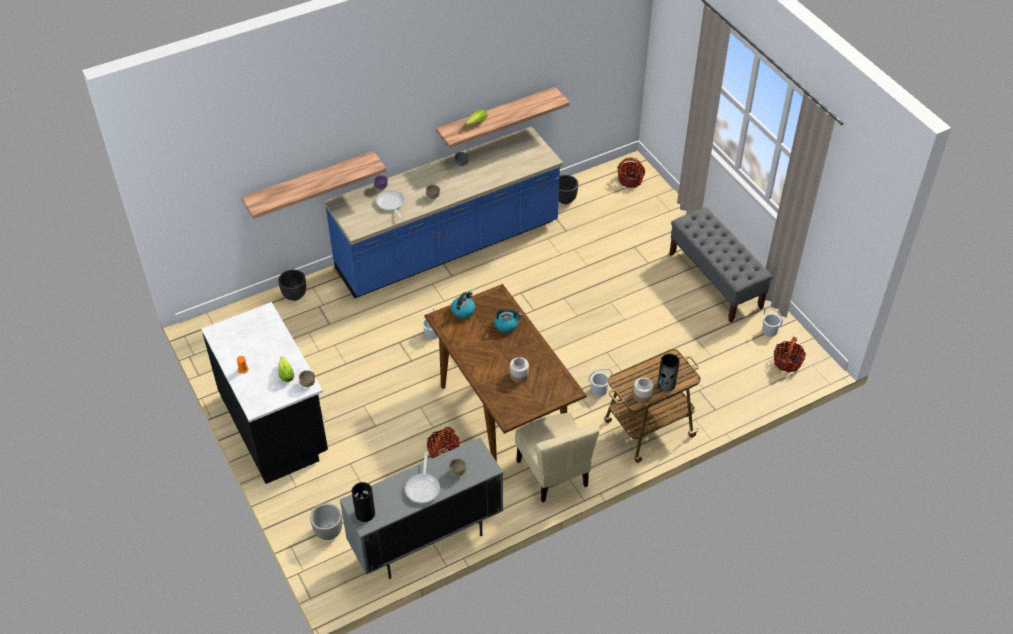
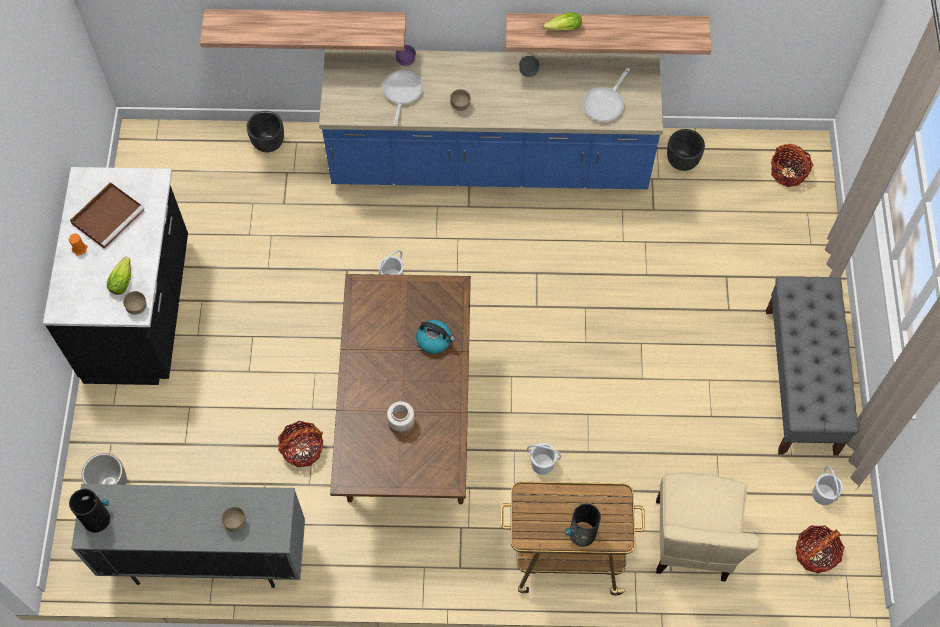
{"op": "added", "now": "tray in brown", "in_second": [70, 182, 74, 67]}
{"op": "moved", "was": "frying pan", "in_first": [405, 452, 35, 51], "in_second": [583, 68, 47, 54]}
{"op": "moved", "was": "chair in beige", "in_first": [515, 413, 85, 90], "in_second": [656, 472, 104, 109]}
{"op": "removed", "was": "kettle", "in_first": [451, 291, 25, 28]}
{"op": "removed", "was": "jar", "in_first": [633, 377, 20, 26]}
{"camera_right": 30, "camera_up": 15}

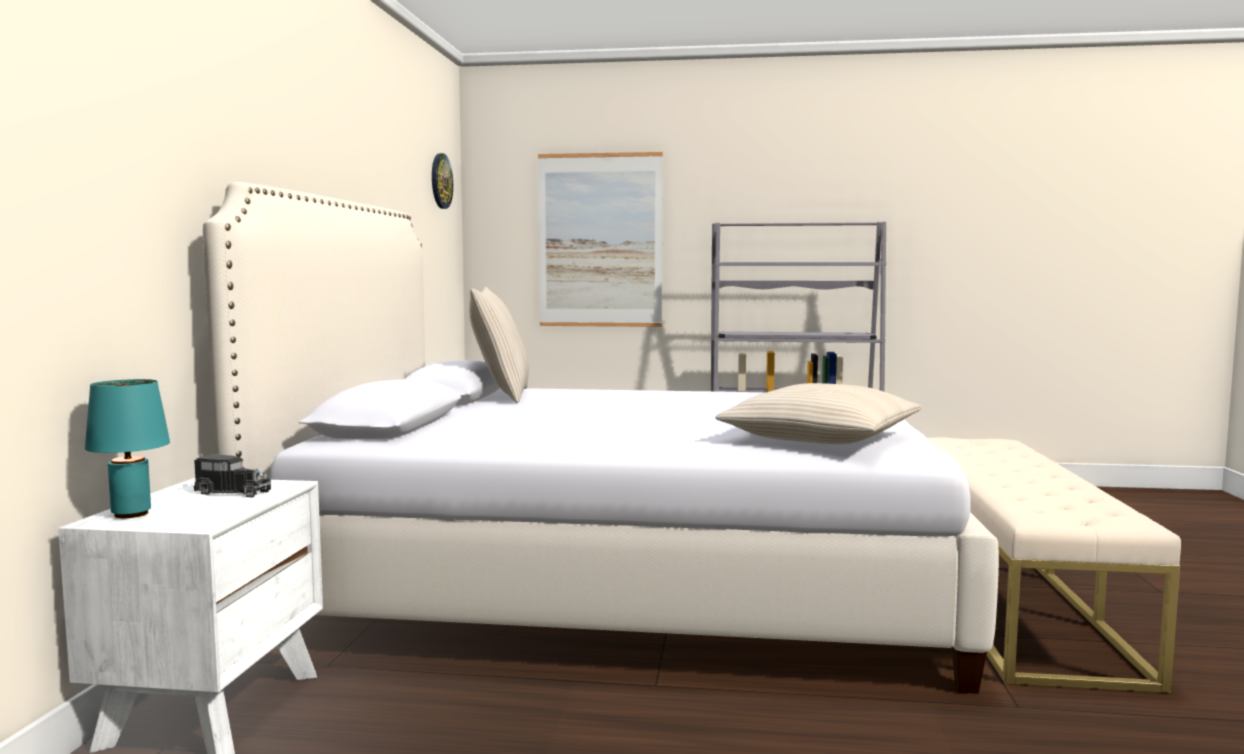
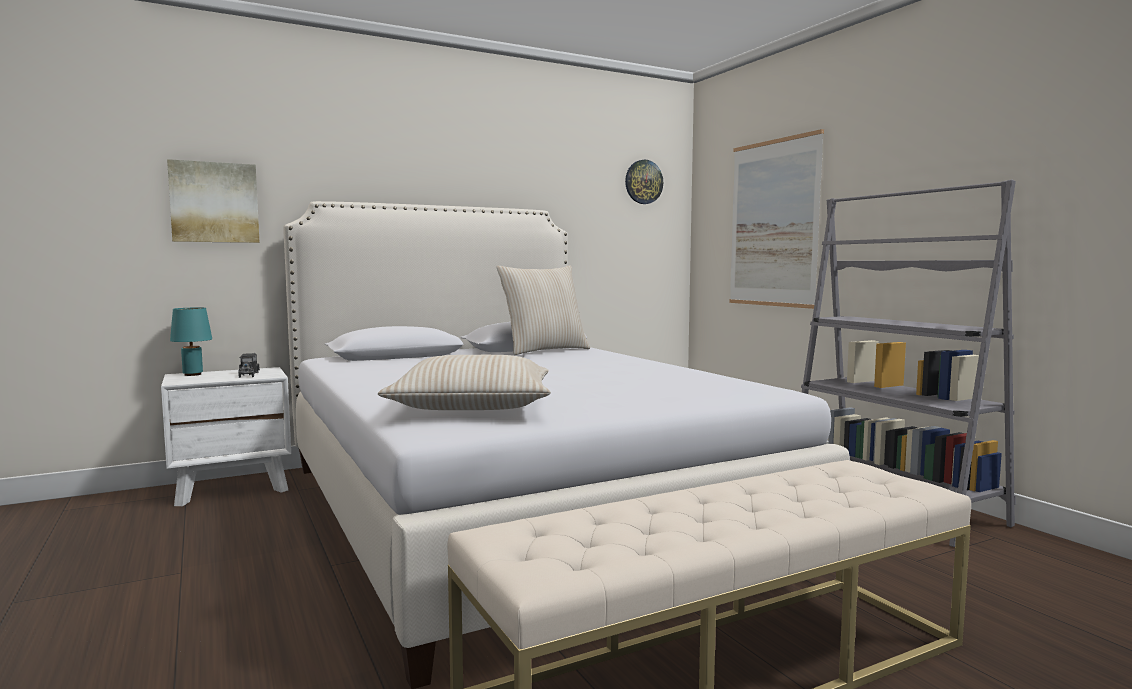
{"op": "added", "now": "picture", "in_second": [167, 159, 93, 84]}
{"camera_right": 55, "camera_up": 0}

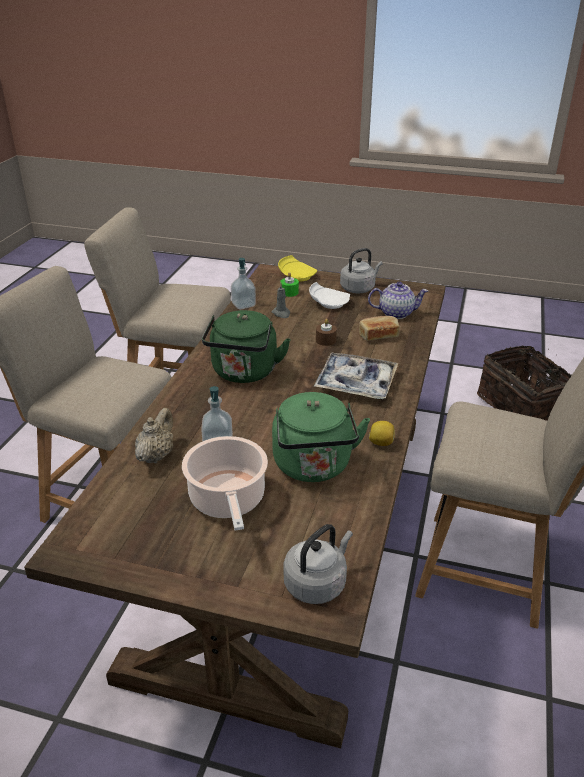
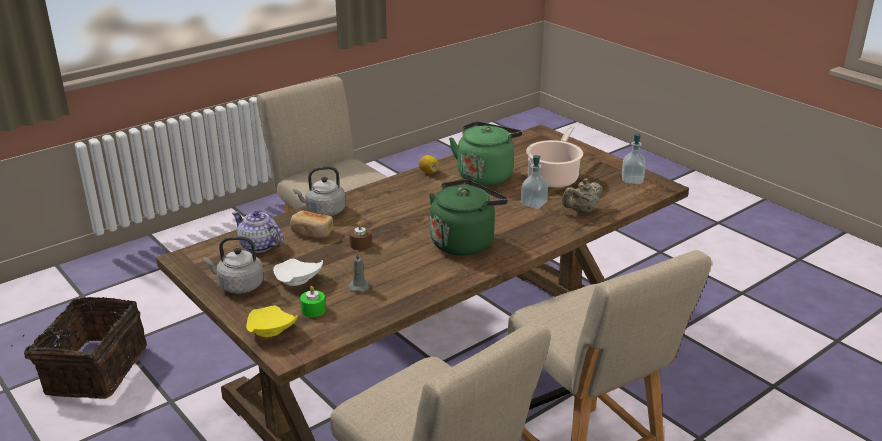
{"op": "moved", "was": "kettle in grey", "in_first": [283, 524, 70, 80], "in_second": [293, 166, 52, 50]}
{"op": "moved", "was": "soap dispenser", "in_first": [231, 258, 25, 51], "in_second": [622, 133, 24, 51]}
{"op": "removed", "was": "tray", "in_first": [313, 353, 86, 46]}
{"camera_right": -145, "camera_up": -5}

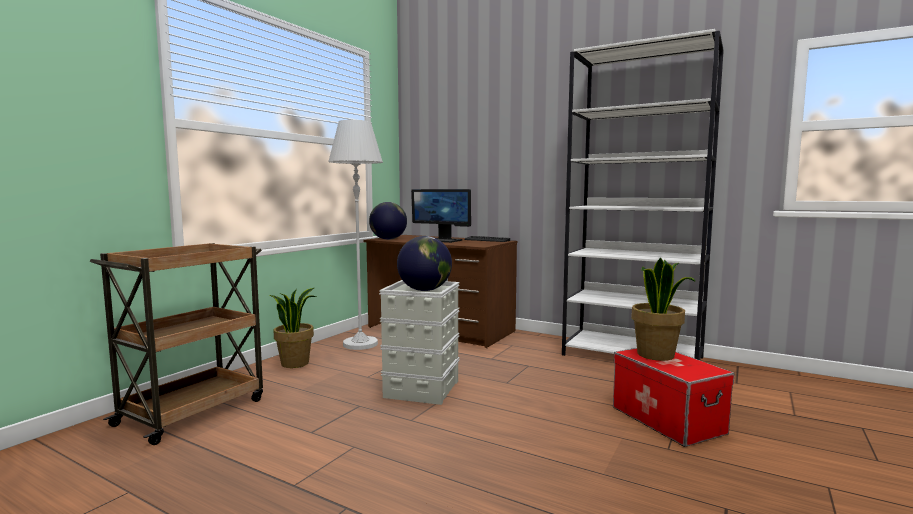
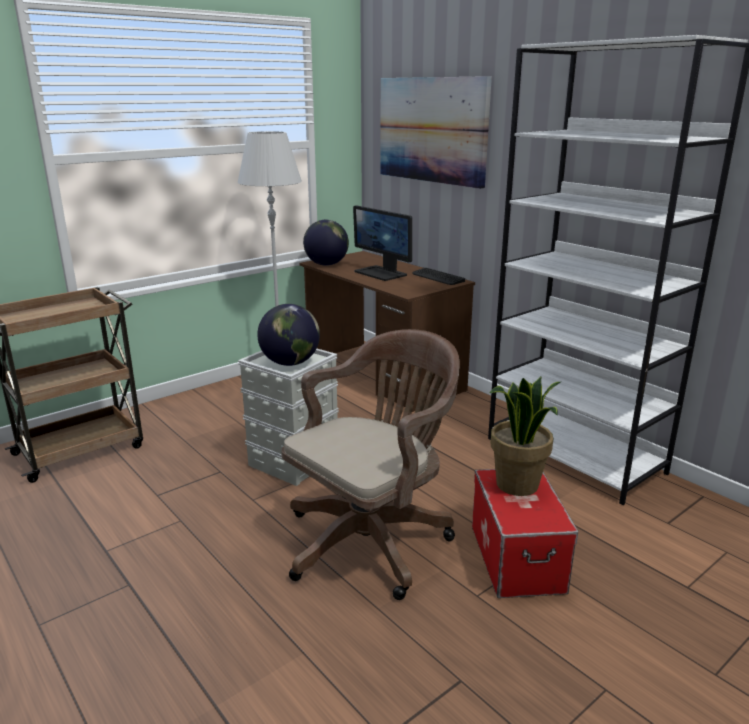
{"op": "added", "now": "office chair in brown", "in_second": [281, 329, 179, 271]}
{"op": "added", "now": "picture", "in_second": [380, 76, 112, 113]}
{"op": "removed", "was": "potted plant", "in_first": [270, 288, 46, 80]}
{"camera_right": 20, "camera_up": 15}

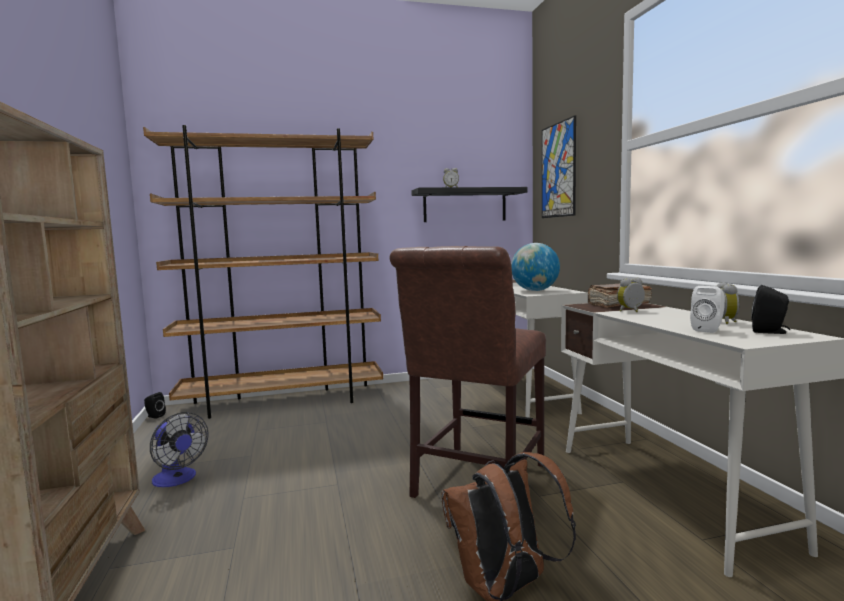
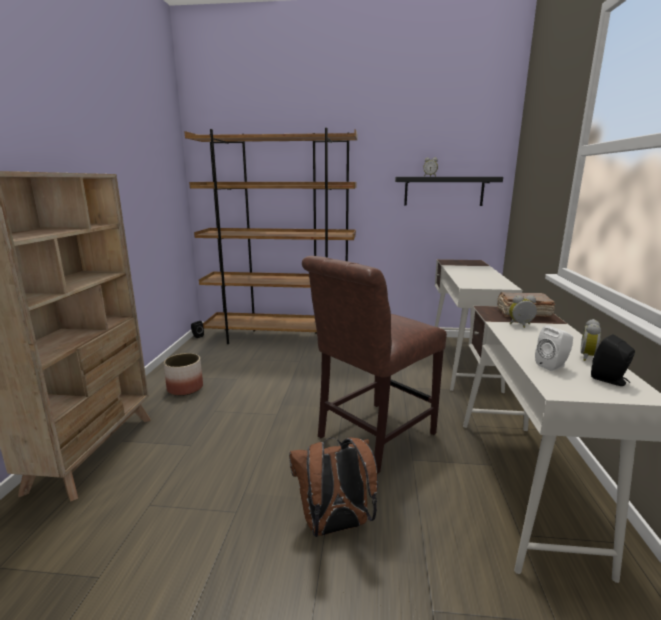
{"op": "replaced", "was": "fan", "now": "planter", "in_first": [150, 412, 58, 75], "in_second": [164, 353, 39, 43]}
{"op": "removed", "was": "globe", "in_first": [511, 243, 49, 48]}
{"op": "removed", "was": "picture", "in_first": [542, 115, 34, 103]}
{"camera_right": 20, "camera_up": 10}

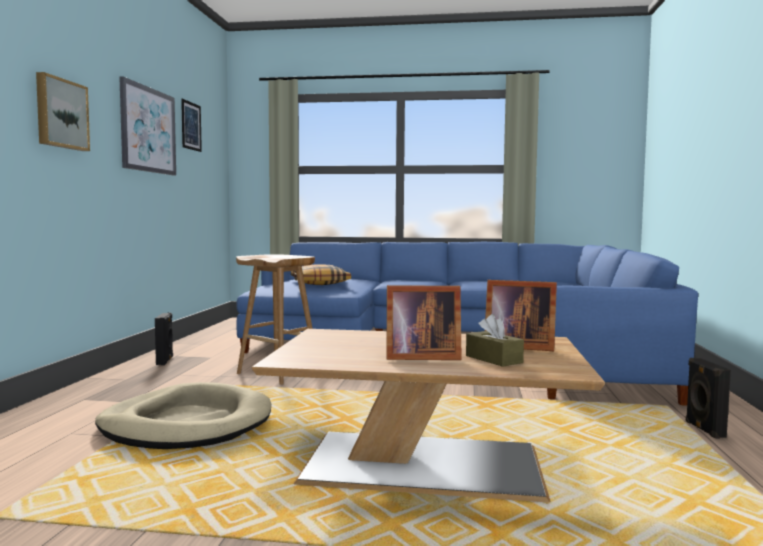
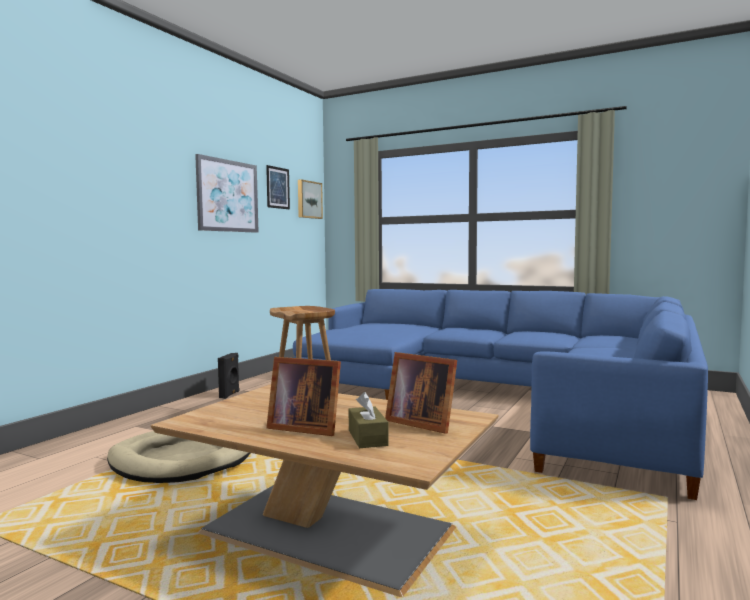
{"op": "moved", "was": "picture", "in_first": [36, 72, 54, 79], "in_second": [298, 179, 25, 40]}
{"op": "removed", "was": "pillow", "in_first": [291, 264, 60, 21]}
{"op": "removed", "was": "speaker in black", "in_first": [686, 358, 45, 81]}
{"camera_right": 20, "camera_up": 0}

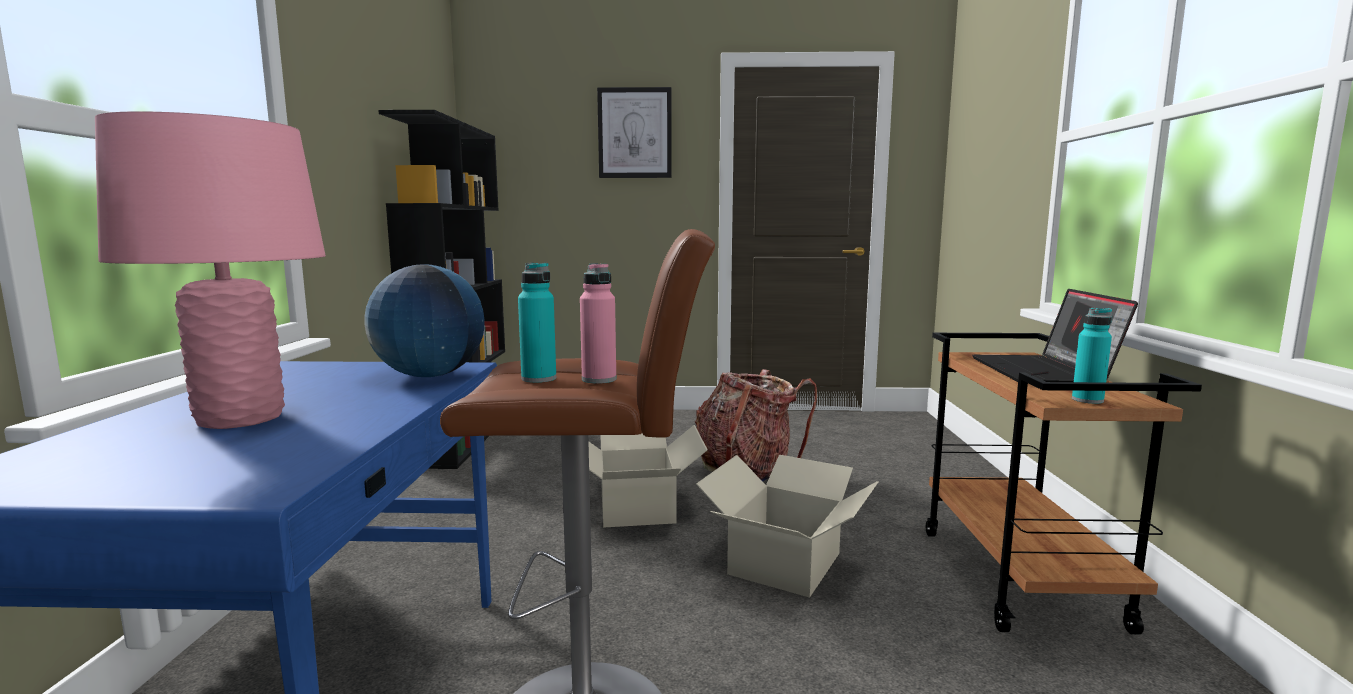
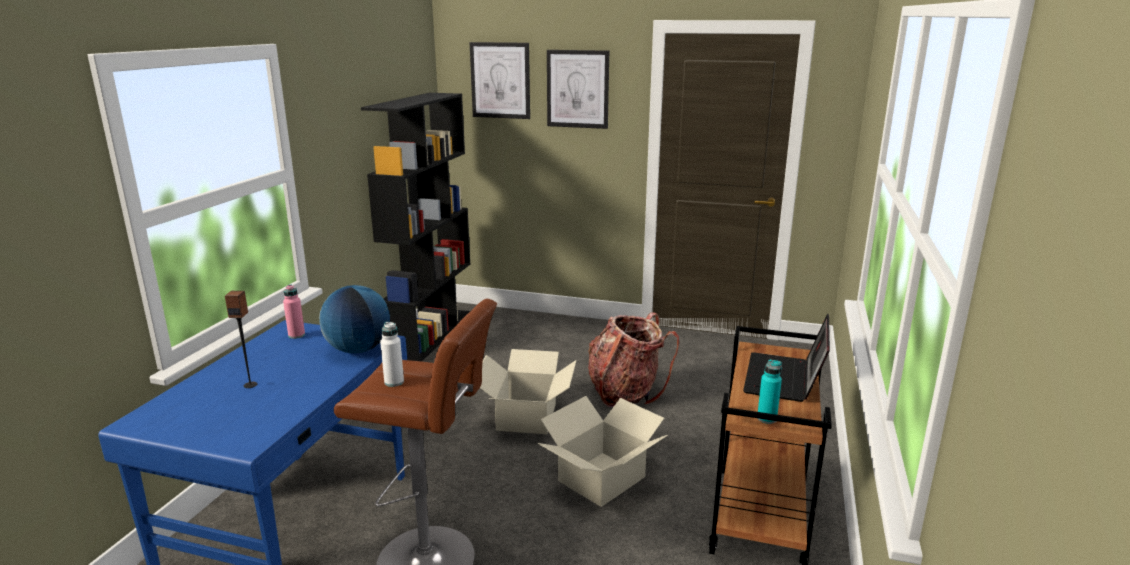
{"op": "replaced", "was": "table lamp in pink", "now": "speaker", "in_first": [95, 111, 231, 318], "in_second": [225, 291, 32, 97]}
{"op": "moved", "was": "bottle in pink", "in_first": [580, 263, 36, 121], "in_second": [283, 284, 22, 55]}
{"op": "recoloured", "was": "bottle in turquoise", "now": "bottle in white", "in_first": [518, 262, 38, 121], "in_second": [380, 322, 24, 65]}
{"op": "added", "now": "picture", "in_second": [470, 42, 60, 77]}
{"camera_right": 15, "camera_up": 10}

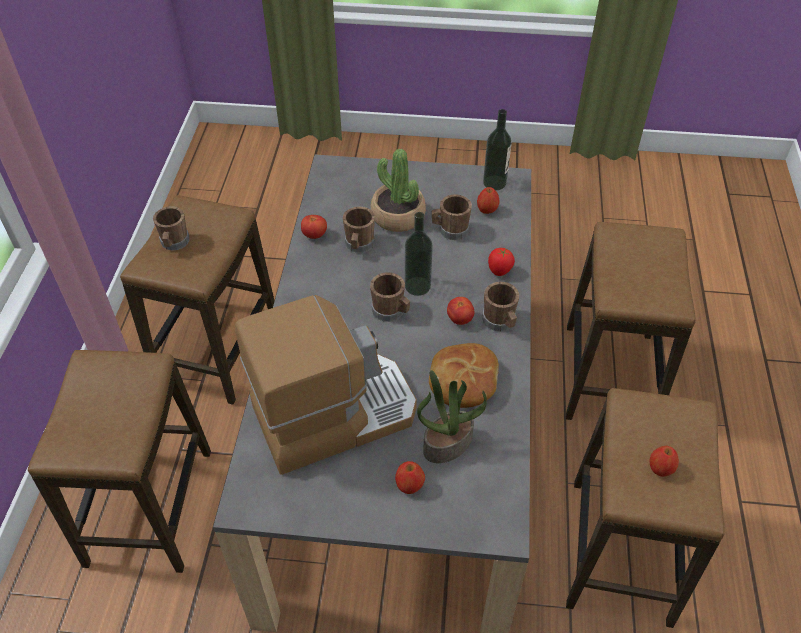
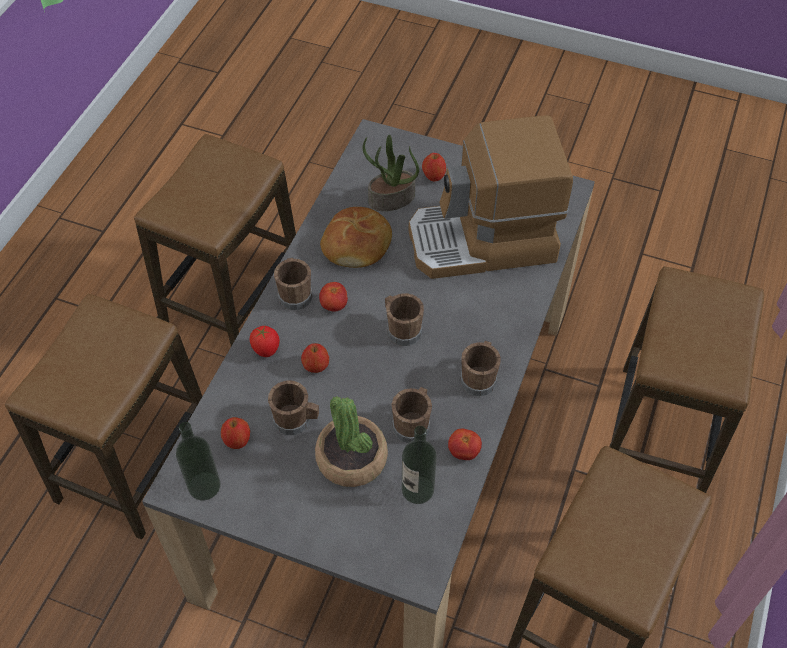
{"op": "moved", "was": "apple", "in_first": [649, 446, 30, 31], "in_second": [301, 343, 28, 30]}
{"op": "moved", "was": "bottle", "in_first": [405, 212, 28, 84], "in_second": [402, 426, 35, 78]}
{"op": "moved", "was": "mug in brown", "in_first": [153, 206, 37, 44], "in_second": [460, 341, 41, 55]}
{"camera_right": -165, "camera_up": 5}

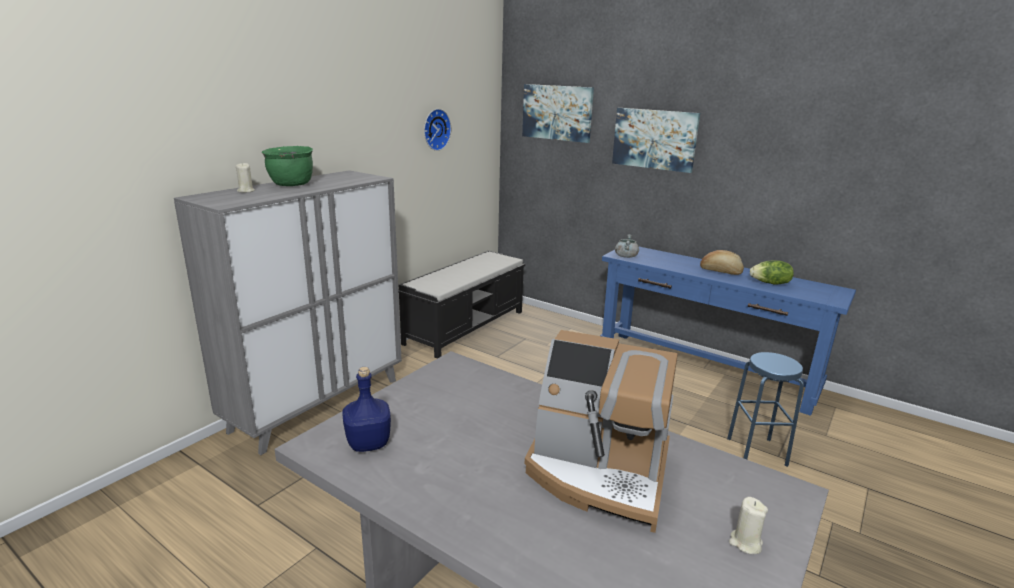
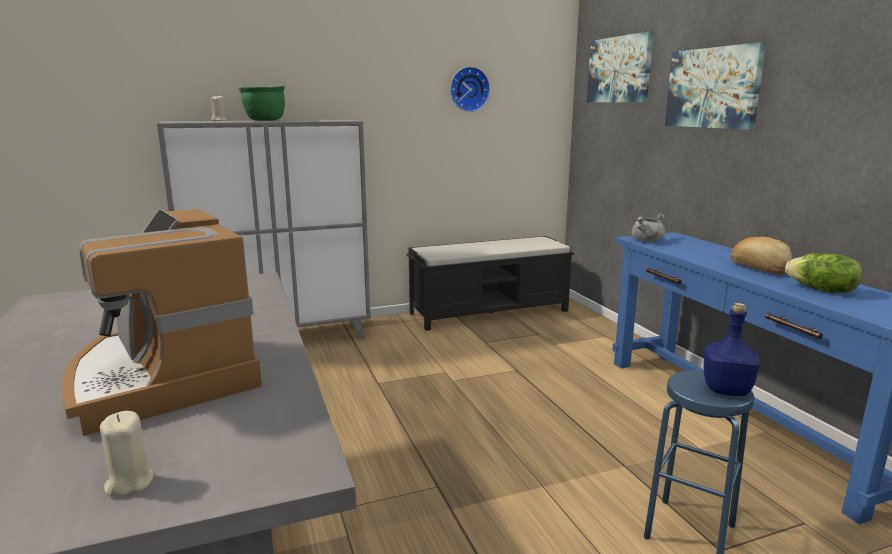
{"op": "moved", "was": "bottle in blue", "in_first": [342, 367, 49, 85], "in_second": [704, 303, 56, 93]}
{"camera_right": 35, "camera_up": -5}

